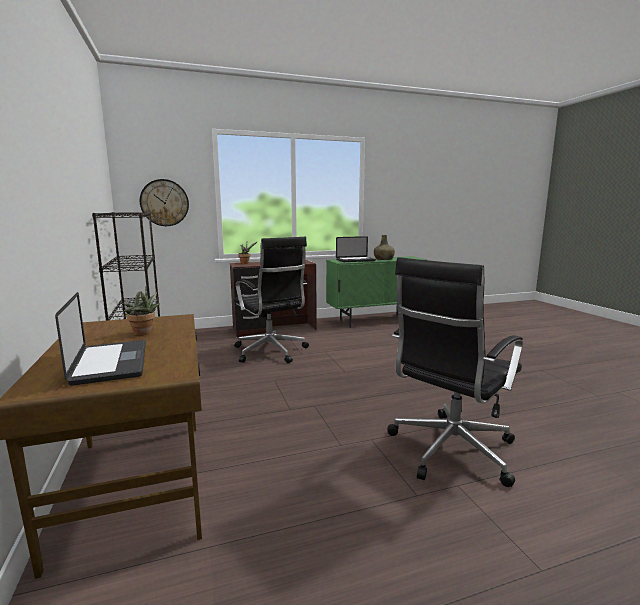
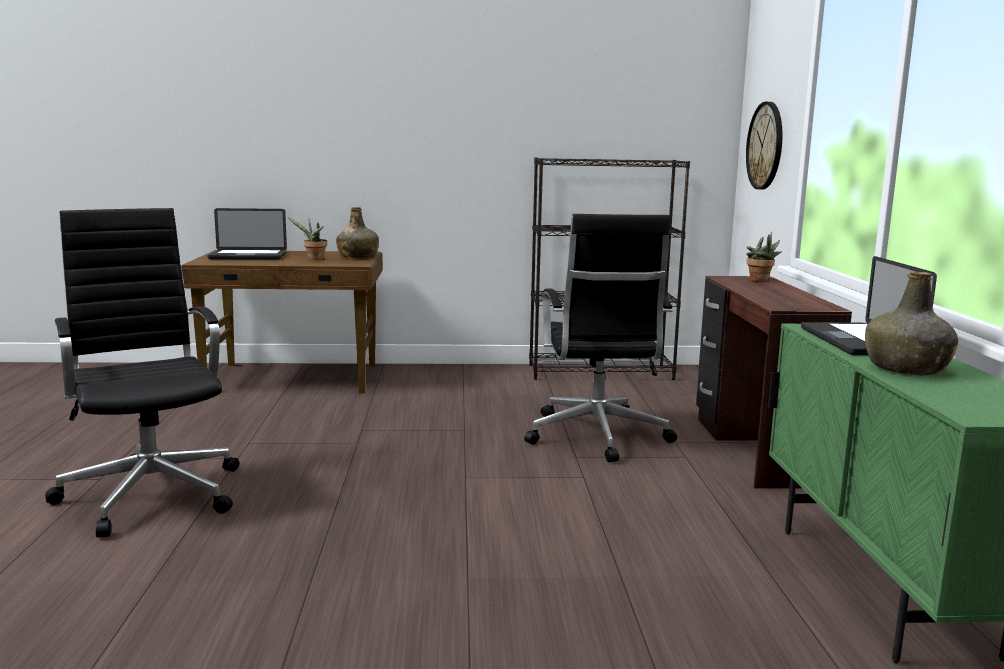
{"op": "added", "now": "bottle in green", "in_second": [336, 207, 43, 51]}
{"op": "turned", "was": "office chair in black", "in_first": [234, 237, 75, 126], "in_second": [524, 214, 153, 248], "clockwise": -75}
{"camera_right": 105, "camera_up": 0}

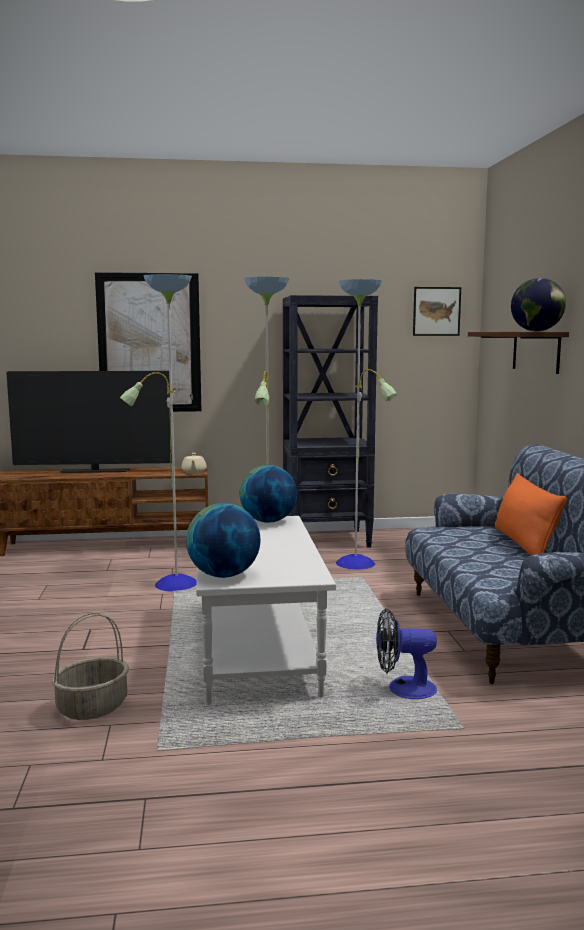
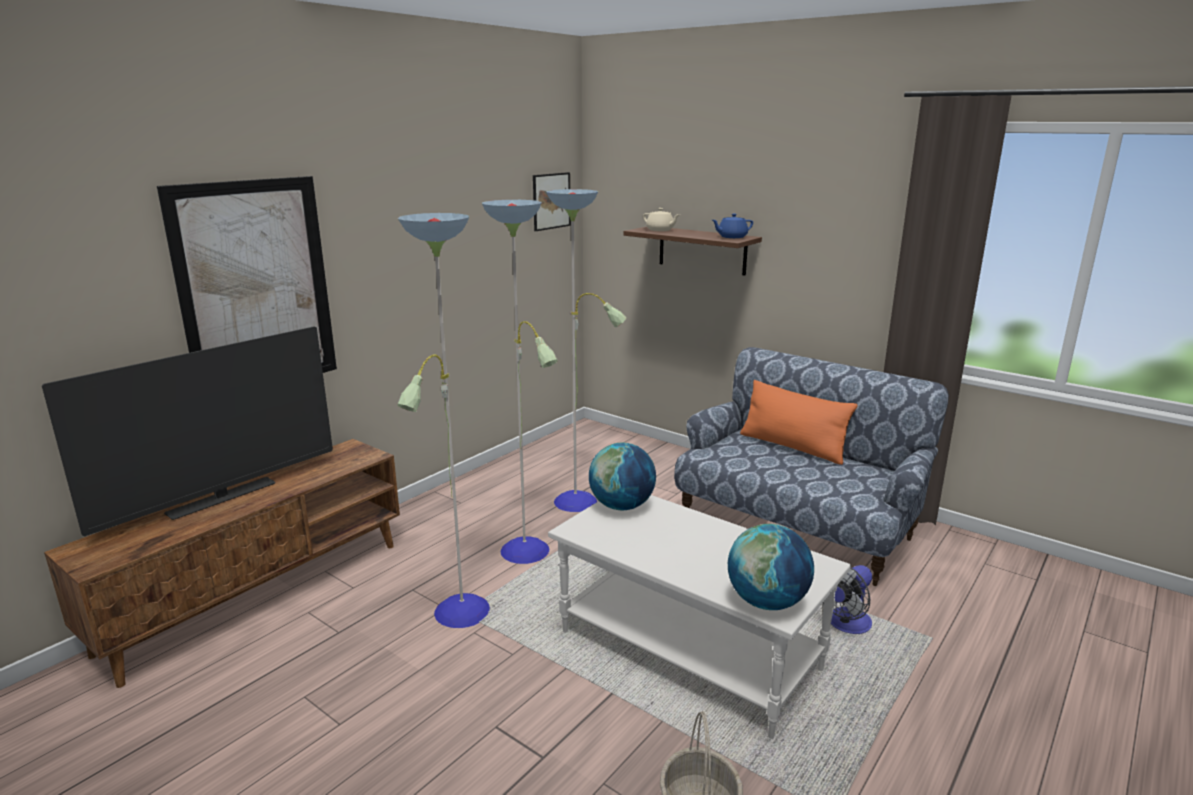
{"op": "moved", "was": "teapot in beige", "in_first": [182, 453, 25, 21], "in_second": [643, 208, 37, 23]}
{"op": "replaced", "was": "globe", "now": "teapot in blue", "in_first": [511, 278, 55, 53], "in_second": [712, 213, 41, 25]}
{"op": "removed", "was": "bookcase in black", "in_first": [283, 295, 95, 253]}
{"camera_right": -45, "camera_up": 10}

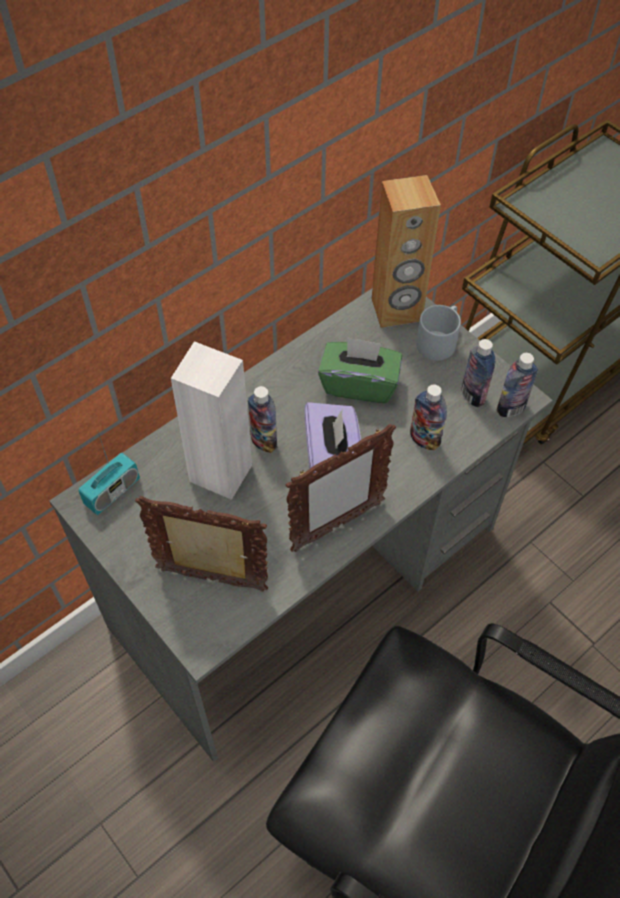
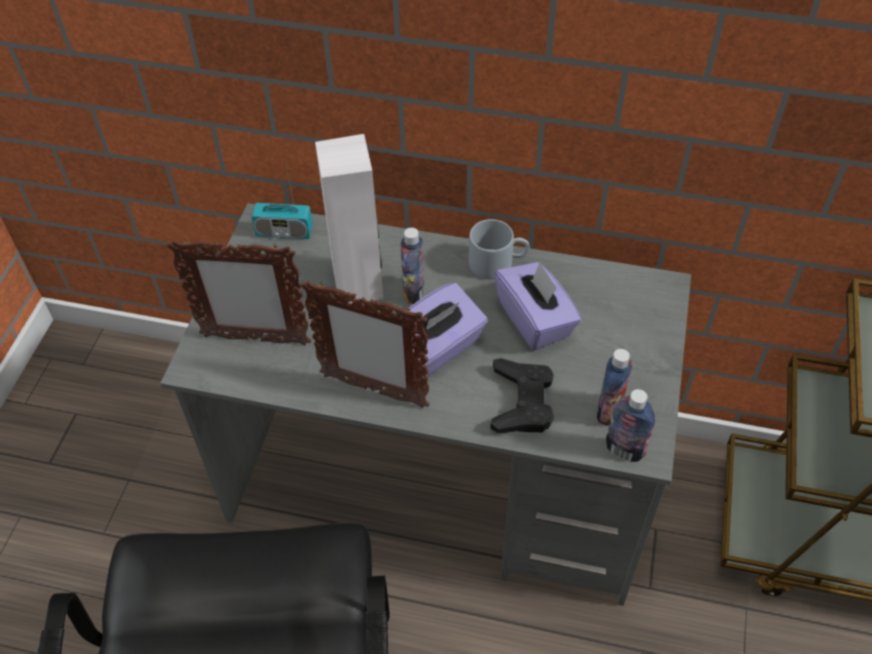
{"op": "turned", "was": "picture frame", "in_first": [135, 496, 133, 95], "in_second": [167, 239, 144, 106], "clockwise": 120}
{"op": "moved", "was": "mug in grey", "in_first": [416, 305, 45, 56], "in_second": [469, 219, 61, 60]}
{"op": "replaced", "was": "bottle", "now": "game controller in black", "in_first": [410, 384, 37, 66], "in_second": [490, 358, 64, 75]}
{"op": "recoloured", "was": "tissue box in green", "now": "tissue box in purple", "in_first": [318, 337, 84, 66], "in_second": [494, 262, 87, 88]}
{"op": "removed", "was": "speaker in brown", "in_first": [372, 175, 69, 153]}
{"camera_right": 55, "camera_up": -5}

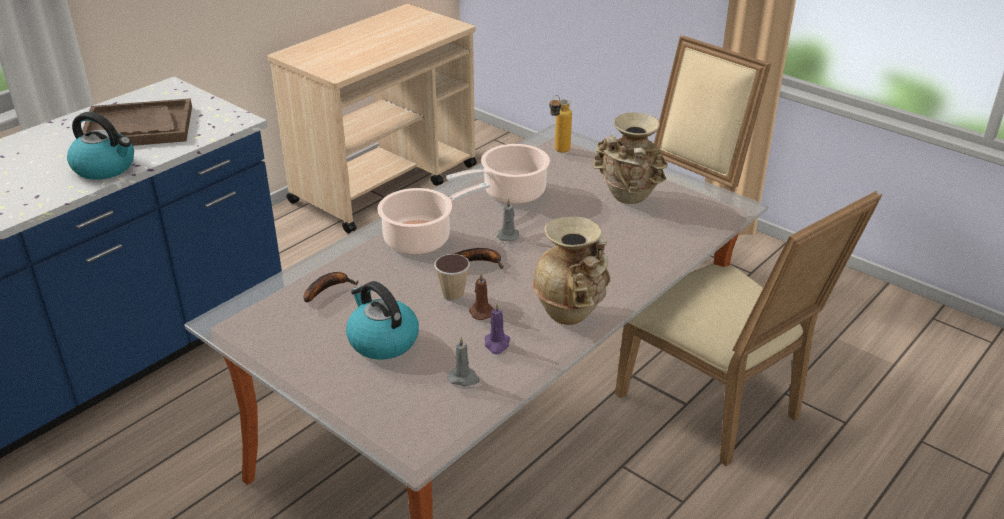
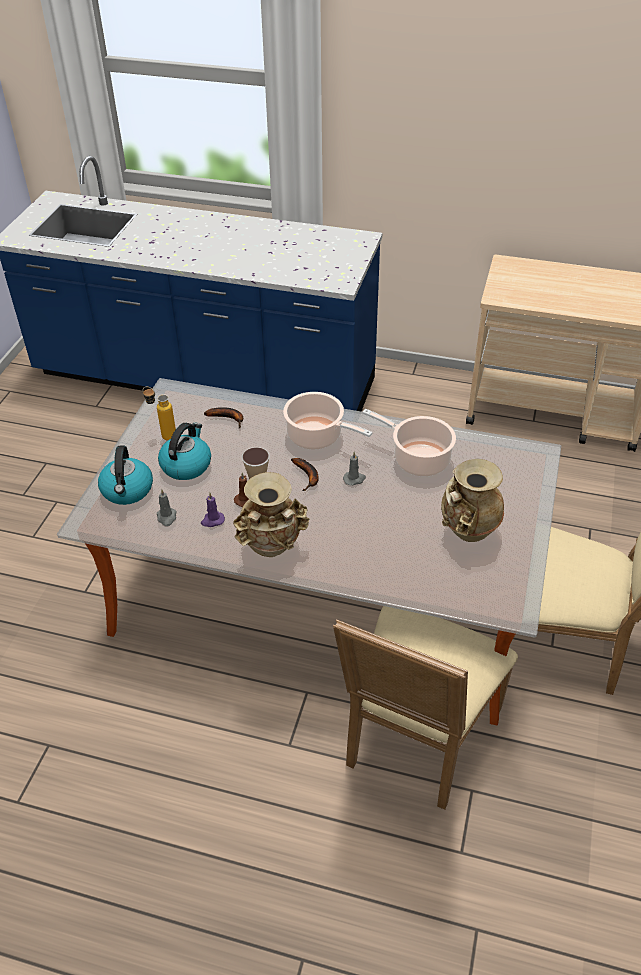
{"op": "moved", "was": "kettle", "in_first": [67, 112, 67, 68], "in_second": [98, 445, 55, 60]}
{"op": "moved", "was": "bottle", "in_first": [549, 95, 23, 58], "in_second": [143, 387, 33, 54]}
{"op": "removed", "was": "tray in brown", "in_first": [82, 98, 110, 48]}
{"camera_right": 65, "camera_up": 10}

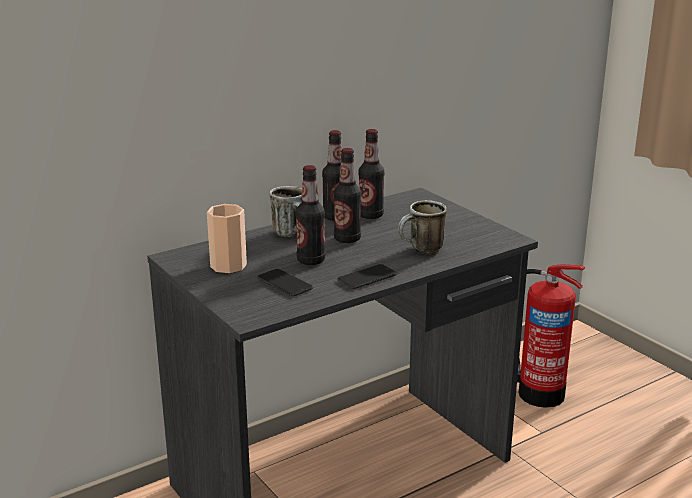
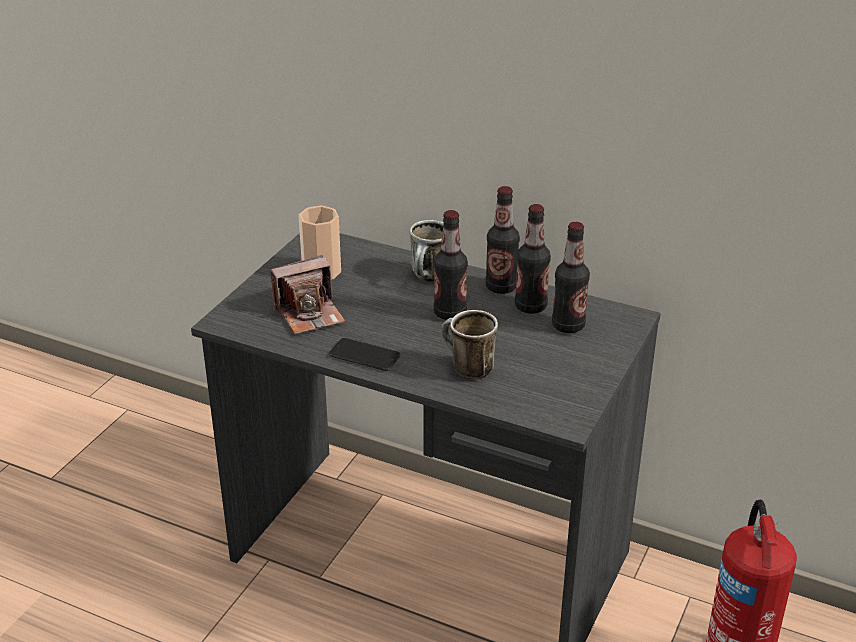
{"op": "replaced", "was": "phone", "now": "photo camera", "in_first": [257, 269, 56, 27], "in_second": [270, 255, 75, 79]}
{"op": "moved", "was": "bottle", "in_first": [296, 165, 29, 100], "in_second": [552, 222, 38, 111]}
{"camera_right": 60, "camera_up": 10}

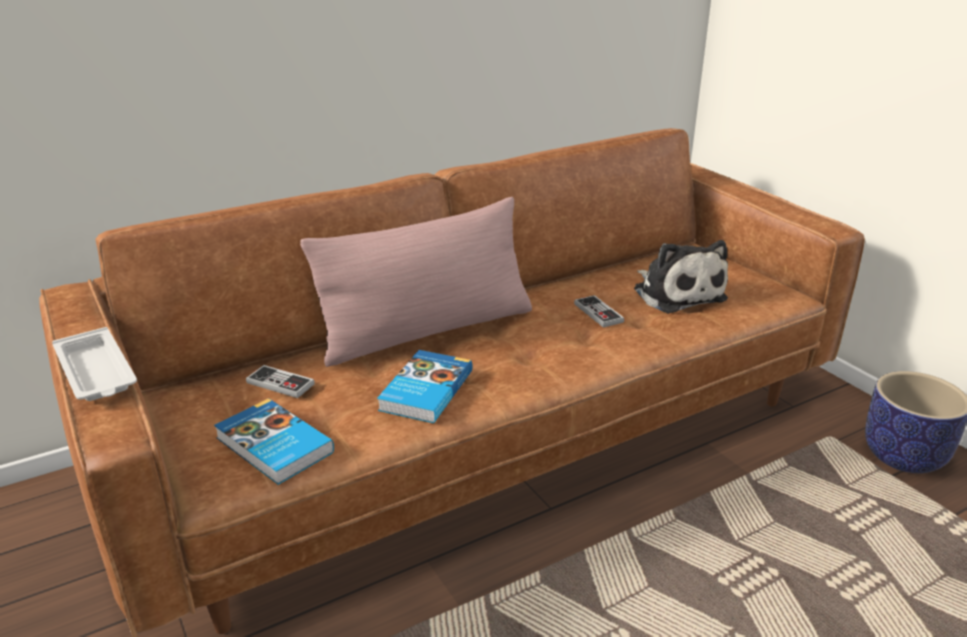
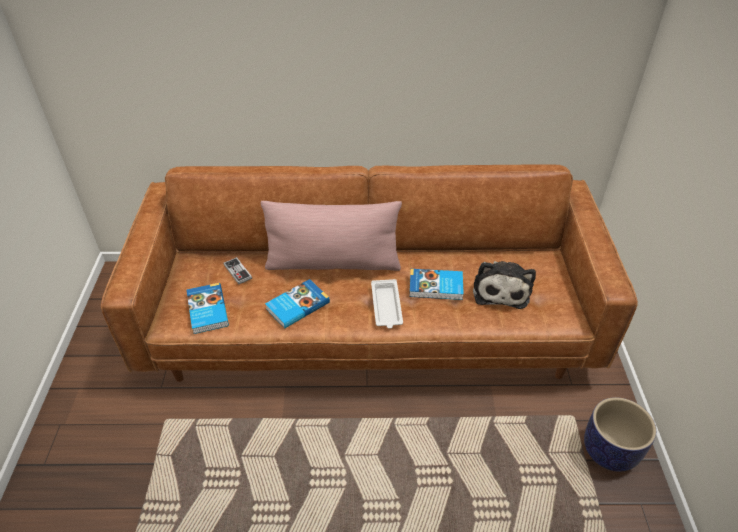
{"op": "moved", "was": "tray in white", "in_first": [52, 327, 85, 74], "in_second": [371, 279, 32, 50]}
{"op": "replaced", "was": "game controller", "now": "book", "in_first": [574, 295, 50, 33], "in_second": [409, 269, 55, 31]}
{"camera_right": 30, "camera_up": 15}

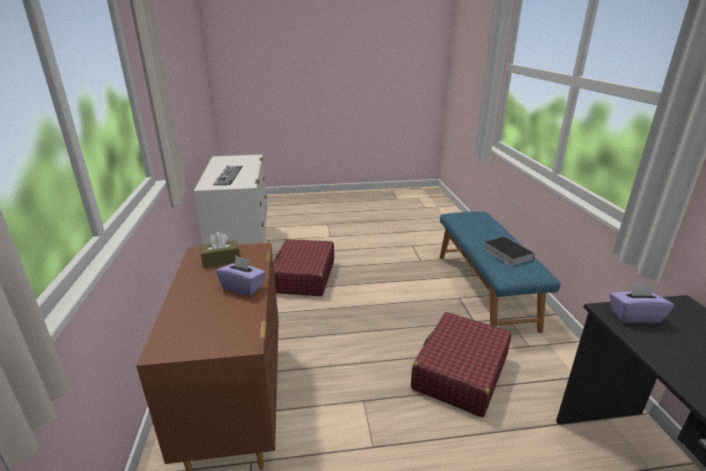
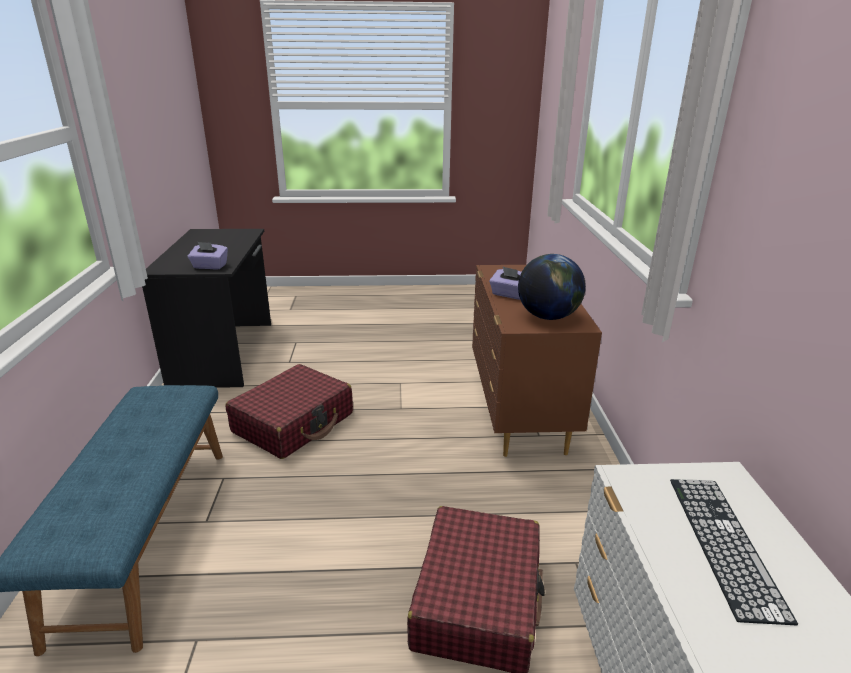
{"op": "replaced", "was": "tissue box in brown", "now": "globe", "in_first": [200, 232, 40, 36], "in_second": [518, 254, 68, 66]}
{"op": "removed", "was": "book", "in_first": [483, 236, 52, 30]}
{"camera_right": -175, "camera_up": 0}

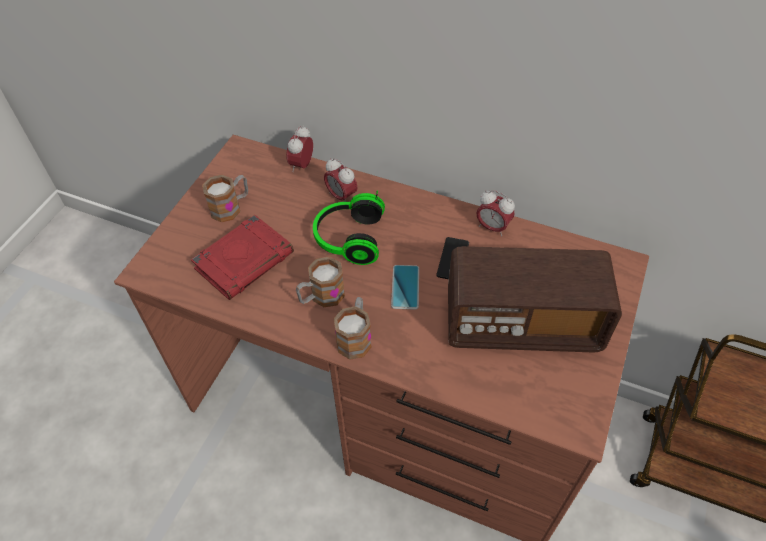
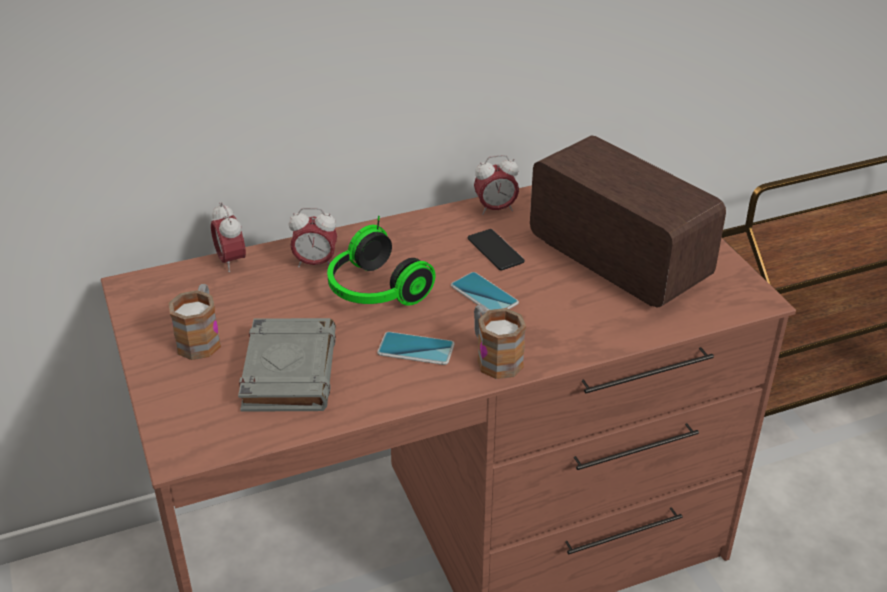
{"op": "recoloured", "was": "book in red", "now": "book in grey", "in_first": [191, 215, 103, 85], "in_second": [238, 318, 98, 94]}
{"op": "replaced", "was": "mug", "now": "phone", "in_first": [296, 256, 49, 51], "in_second": [377, 332, 77, 33]}
{"op": "turned", "was": "radio", "in_first": [448, 246, 174, 107], "in_second": [530, 135, 196, 173], "clockwise": -90}
{"camera_right": -45, "camera_up": -15}

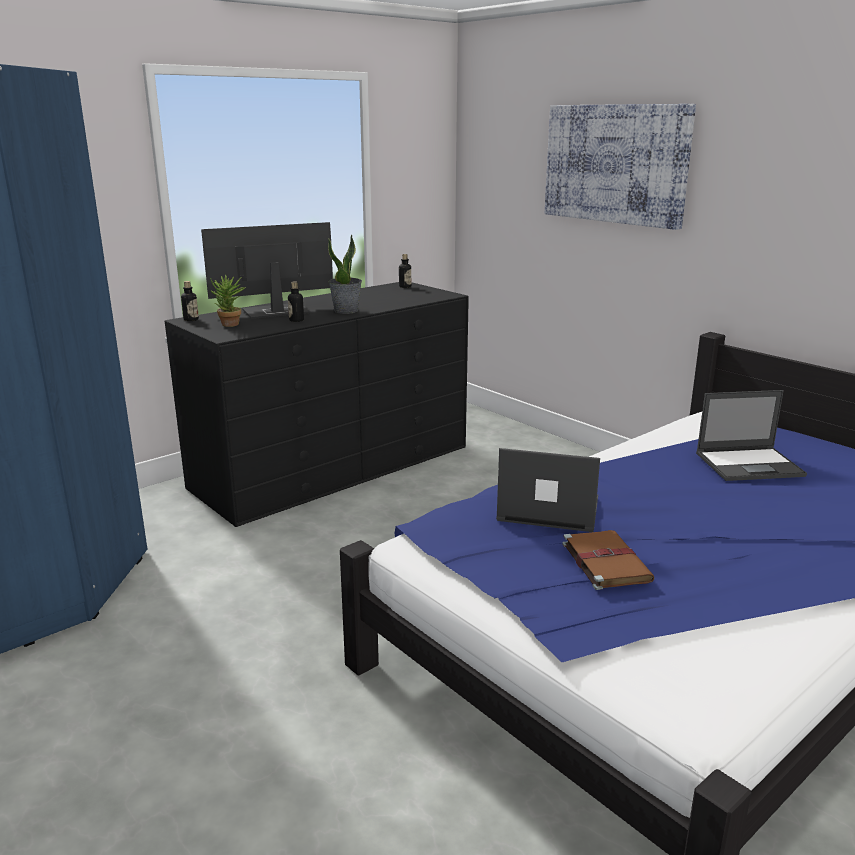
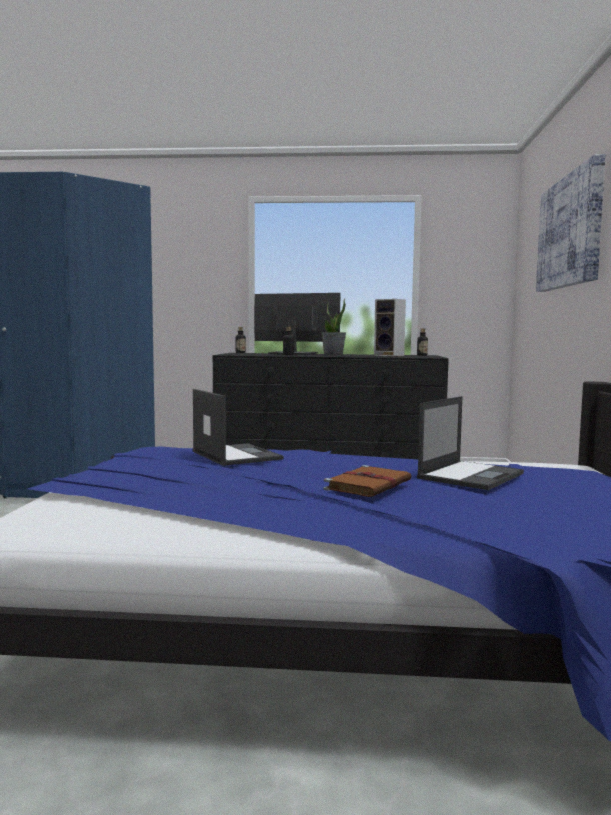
{"op": "moved", "was": "book in brown", "in_first": [562, 530, 92, 60], "in_second": [323, 465, 89, 32]}
{"op": "added", "now": "speaker", "in_second": [374, 299, 32, 57]}
{"op": "turned", "was": "laptop", "in_first": [696, 390, 111, 91], "in_second": [417, 396, 107, 94], "clockwise": -90}
{"op": "removed", "was": "potted plant", "in_first": [210, 274, 36, 53]}
{"camera_right": 45, "camera_up": -15}

